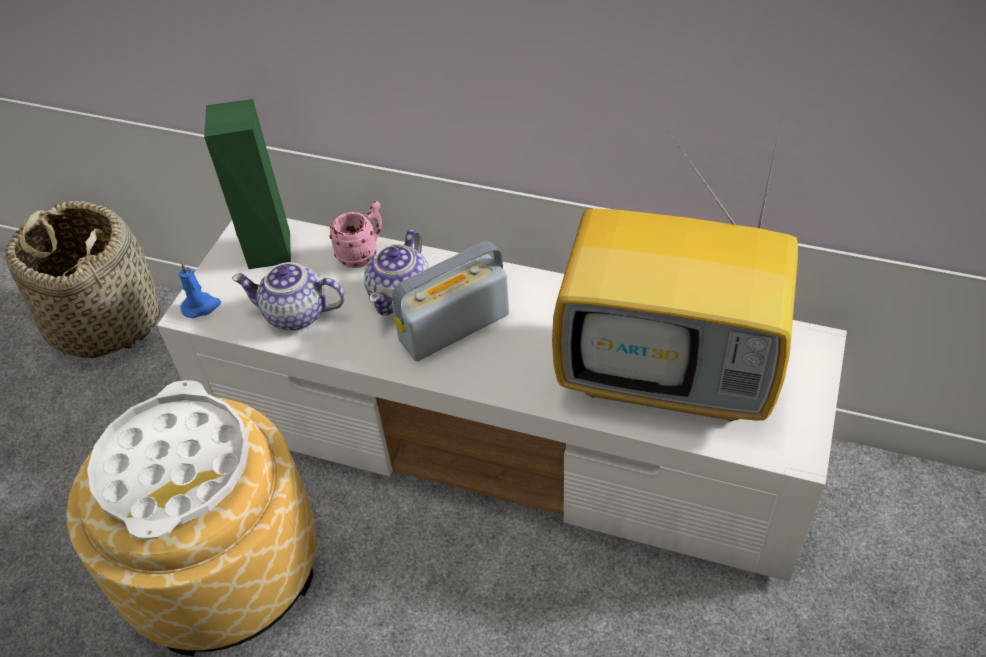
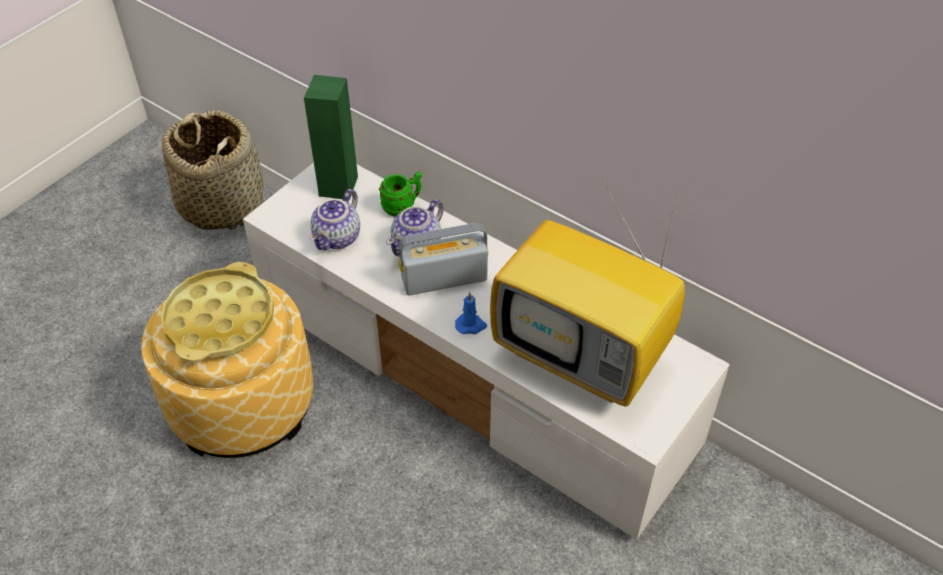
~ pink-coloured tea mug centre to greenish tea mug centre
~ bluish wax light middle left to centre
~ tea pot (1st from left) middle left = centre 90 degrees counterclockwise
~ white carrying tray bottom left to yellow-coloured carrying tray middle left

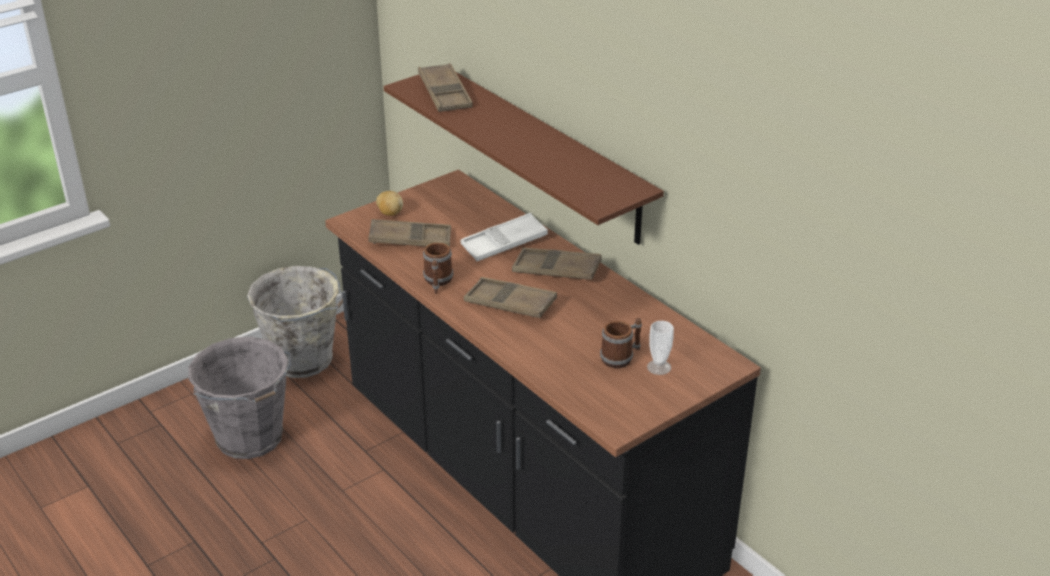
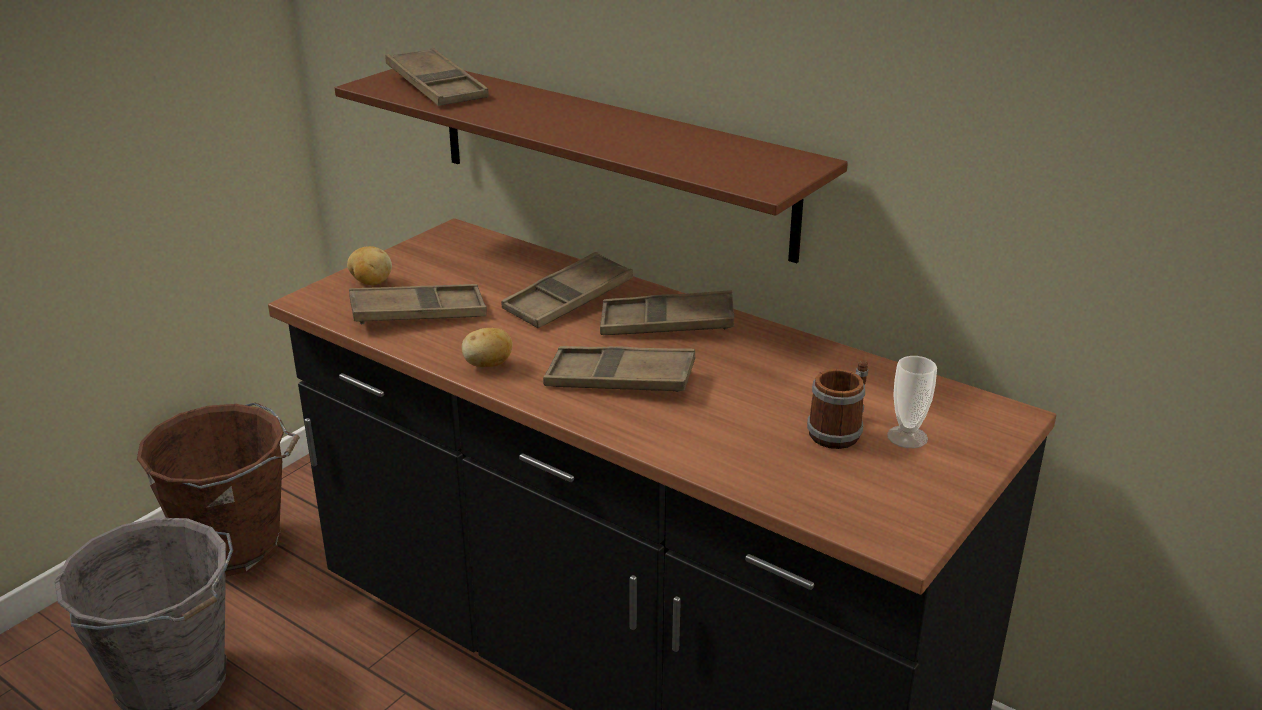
~ white carrying tray centre to brown-coloured carrying tray (3rd from left) centre
~ tea mug (1st from left) centre to whole potato (2nd from left) centre
~ gray water bucket (2nd from left) middle left to brown-coloured water bucket bottom left

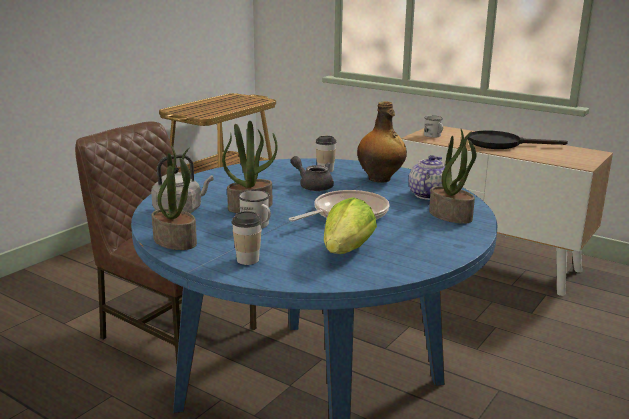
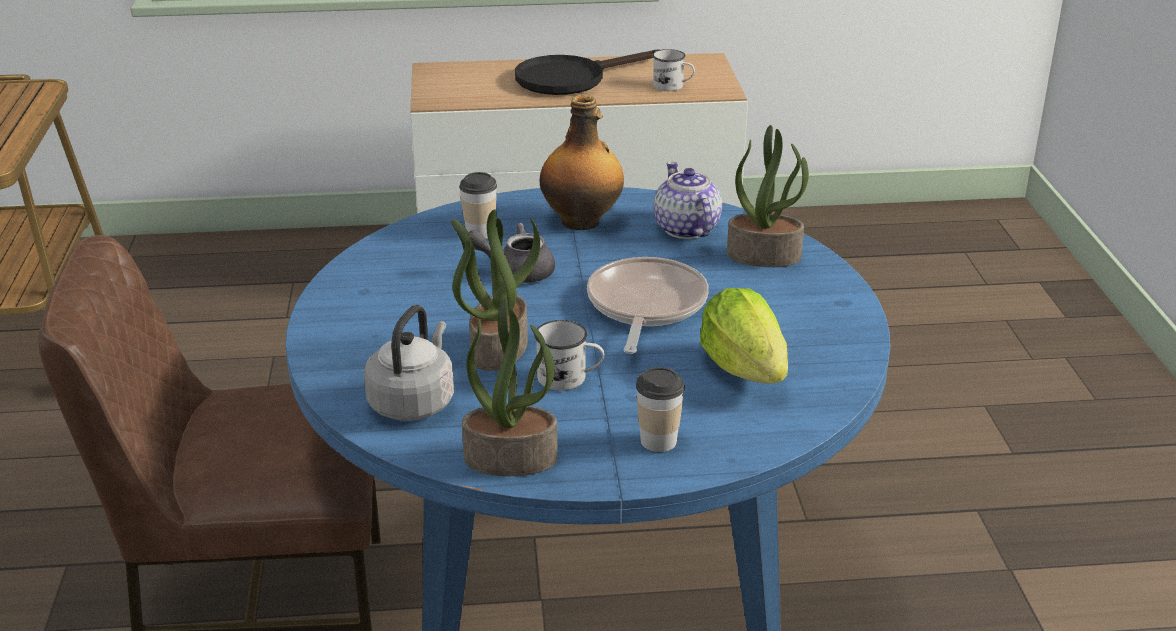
~ white tea mug (2nd from left) top right to top centre

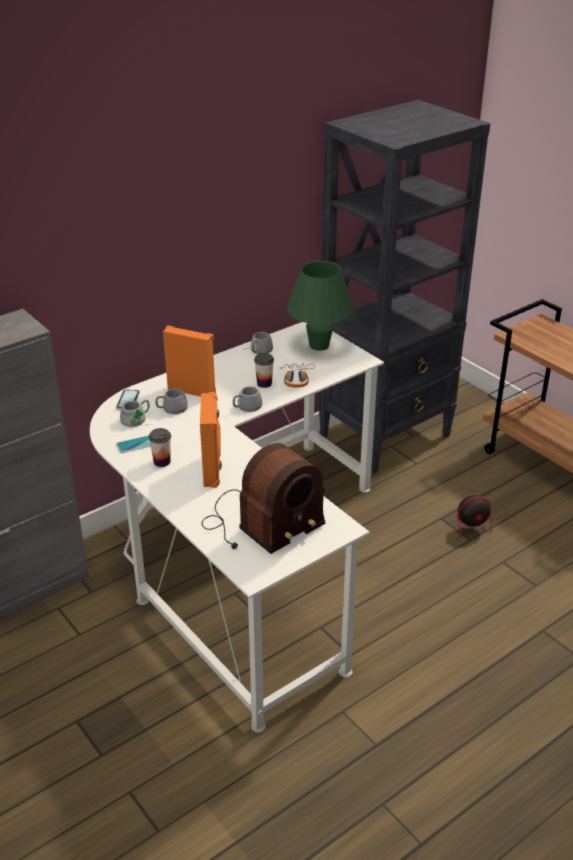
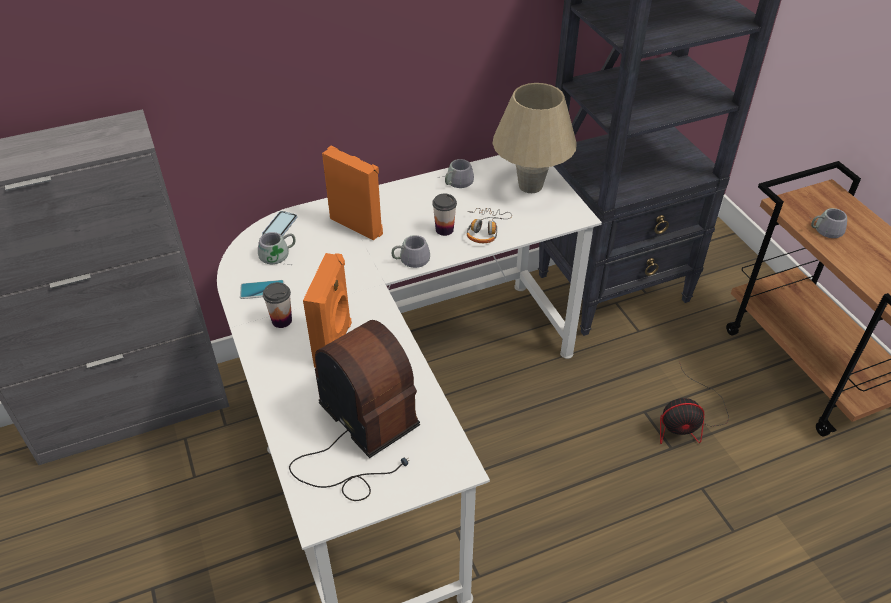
~ greenish table lamp centre to beige table lamp top centre
~ gray tea mug (2nd from left in the first image) middle left to gray tea mug (4th from left) middle right
~ radio set centre = bottom centre 105 degrees counterclockwise

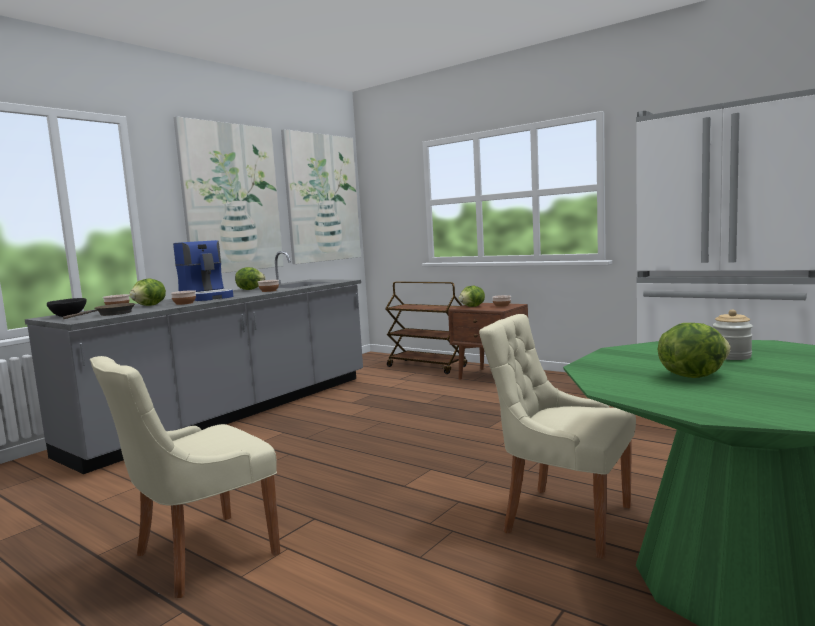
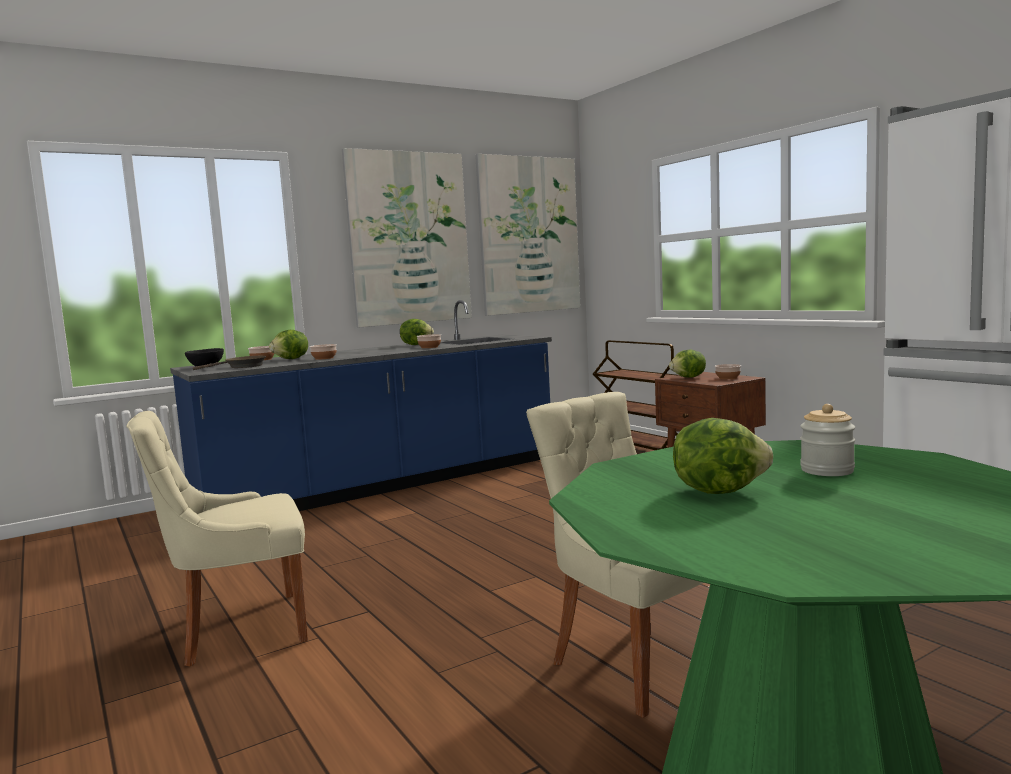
- coffee maker middle left
~ gray kitchen base unit middle left to bluish kitchen base unit centre

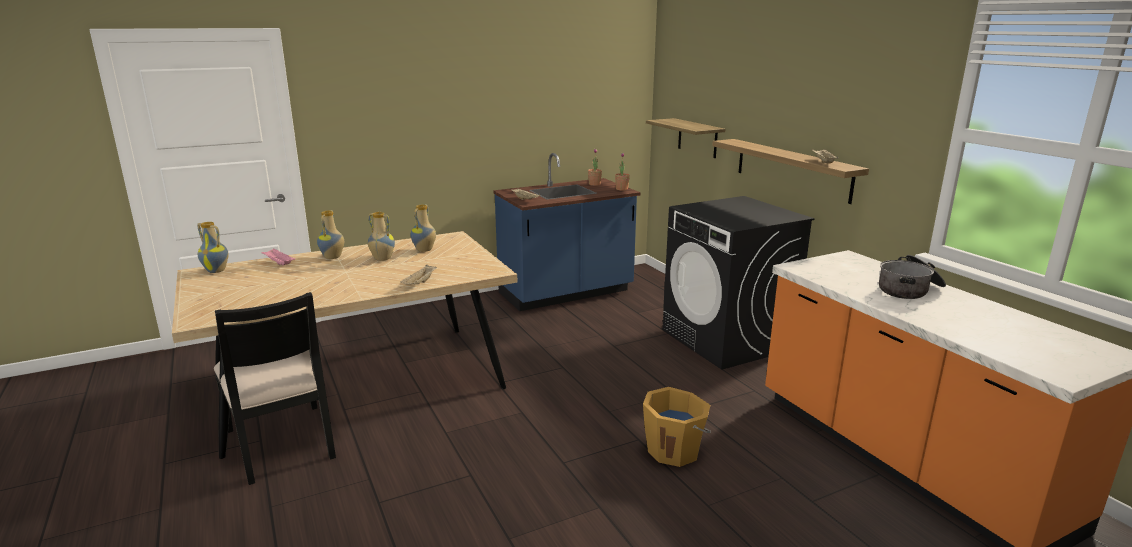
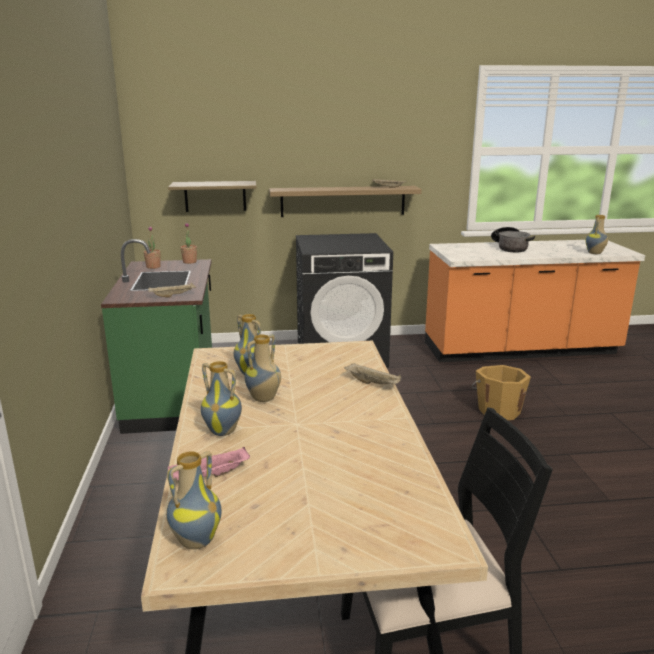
~ bluish kitchen base unit centre to greenish kitchen base unit middle left
+ vase (5th from left) middle right

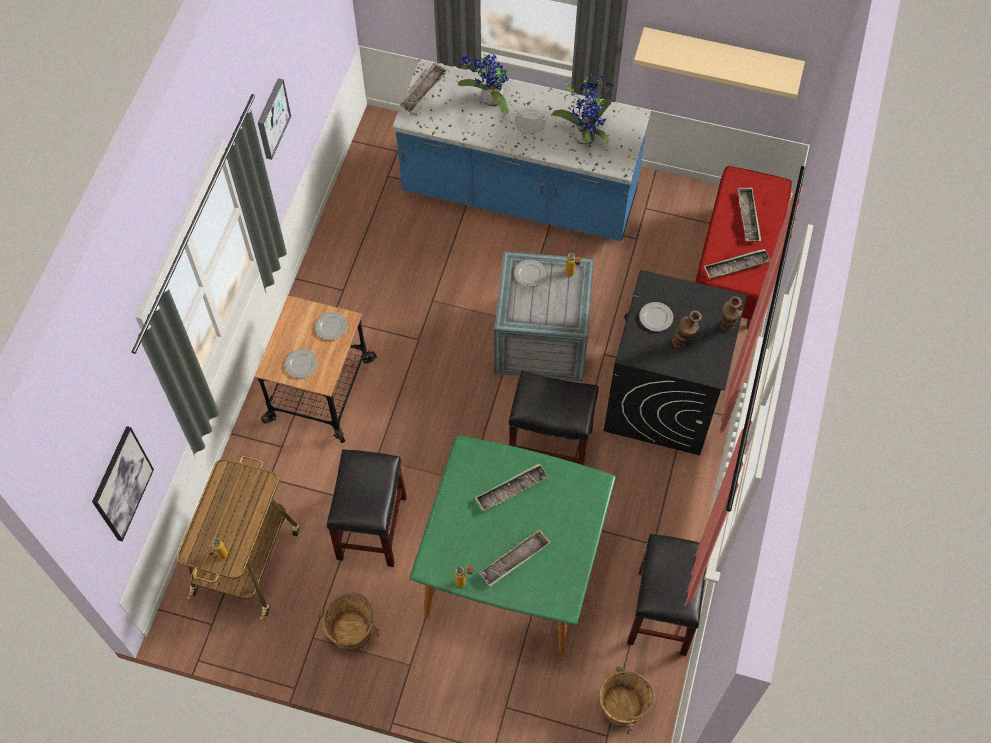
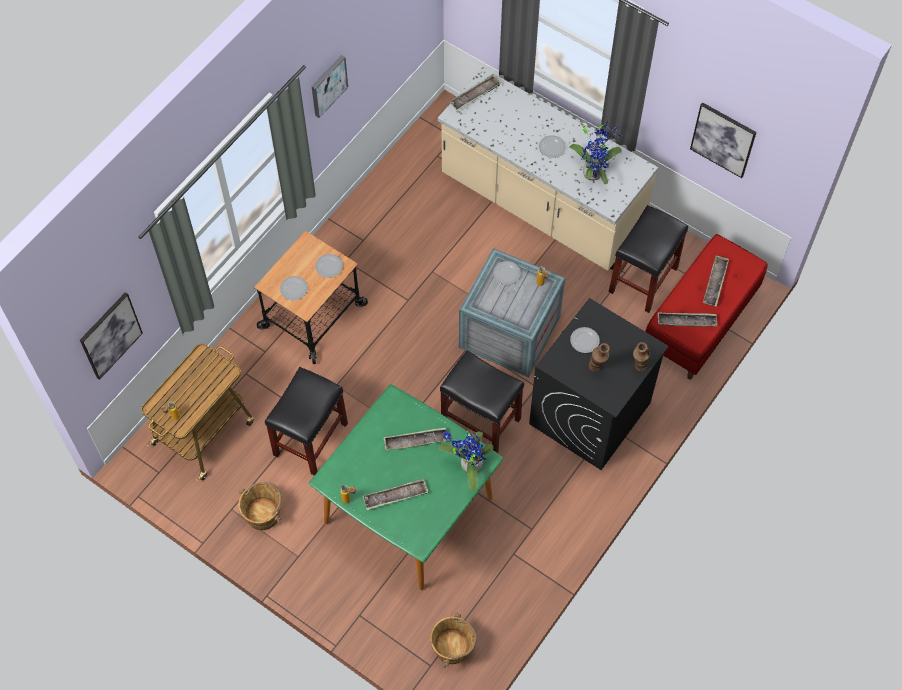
~ beige wall shelf top right to picture (3rd from left) top right
~ plant in a pot (1st from left) top centre to bottom centre
~ bluish kitchen base unit top centre to beige kitchen base unit top centre
~ black-coloured sitting stool (3rd from left) bottom right to middle right

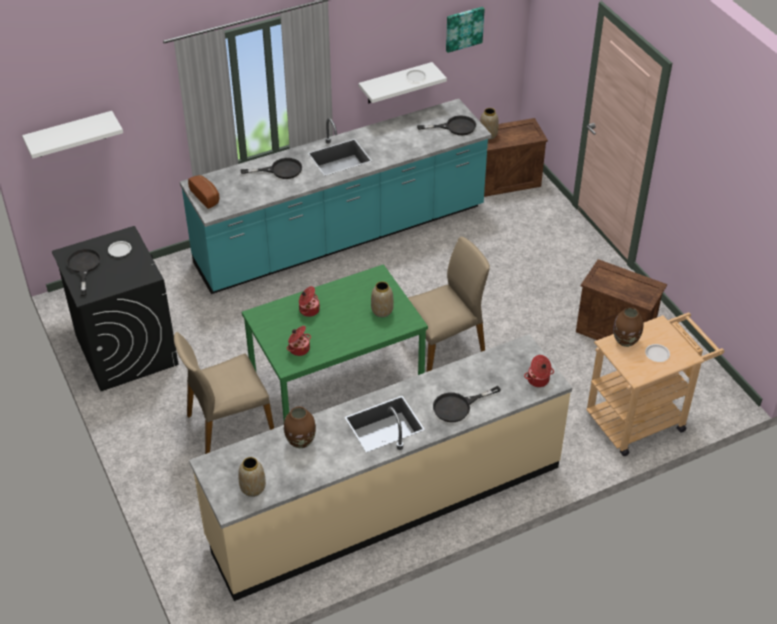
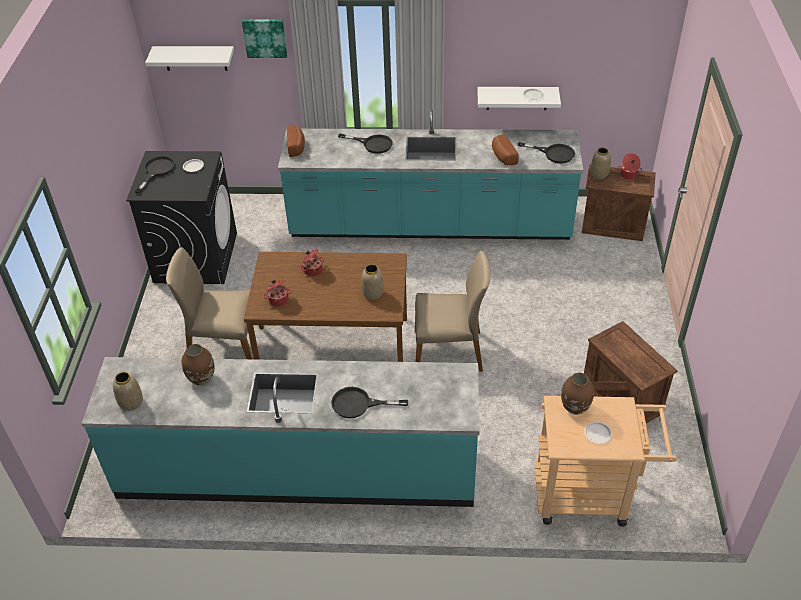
~ picture top centre to top left
~ greenish kitchen table centre to brown-coloured kitchen table centre
~ beige kitchen base unit bottom centre to turquoise-coloured kitchen base unit (1st from left) bottom centre
~ cooking pot (3rd from left) middle right to top right
+ bread (2nd from left) top centre

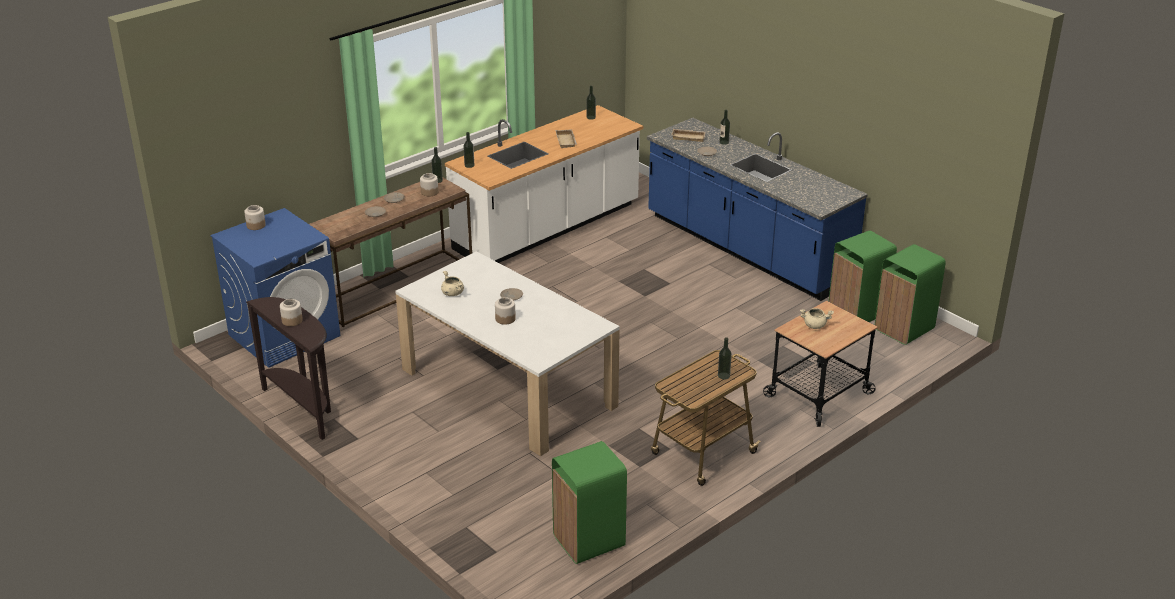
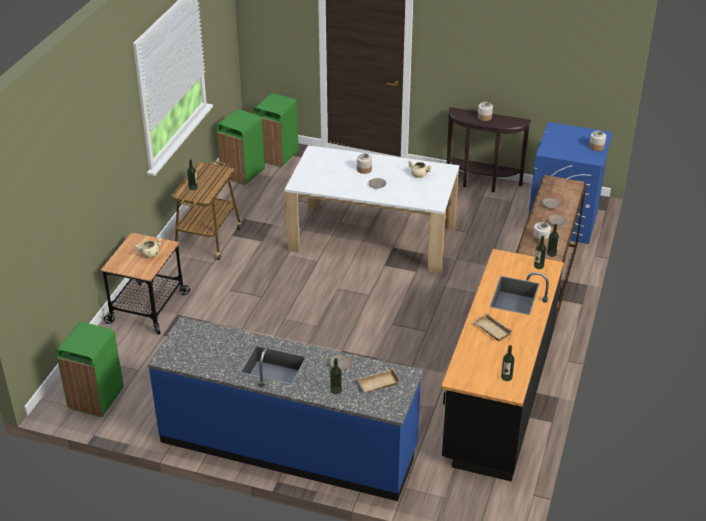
~ white kitchen base unit top centre to black-coloured kitchen base unit bottom right
~ greenish waste bin (2nd from left in the first image) middle right to greenish waste bin (3rd from left) top centre

